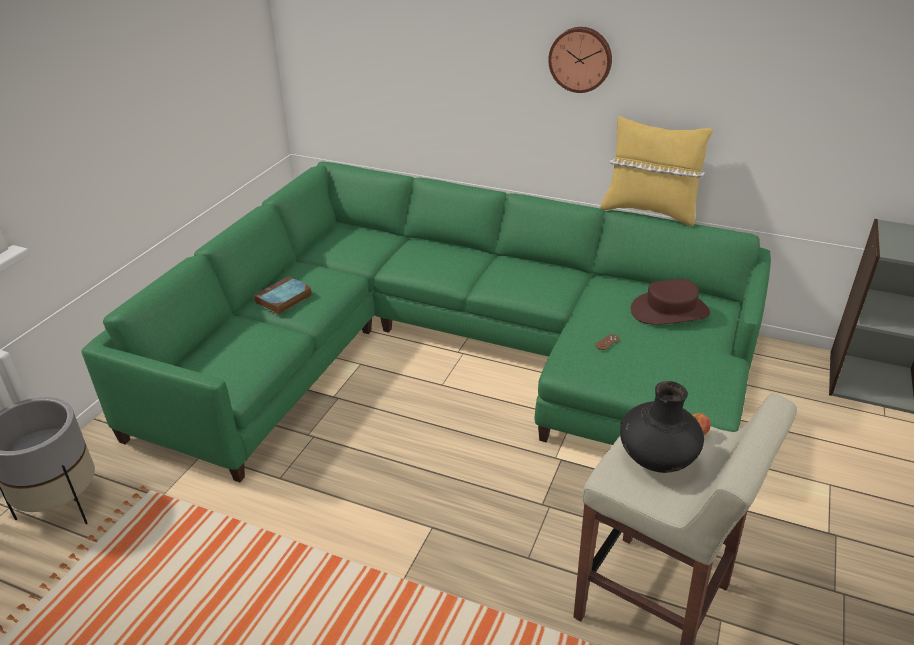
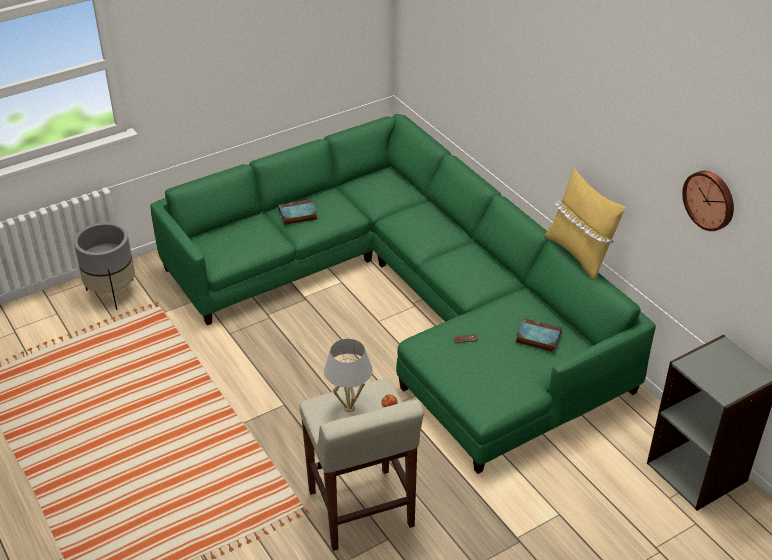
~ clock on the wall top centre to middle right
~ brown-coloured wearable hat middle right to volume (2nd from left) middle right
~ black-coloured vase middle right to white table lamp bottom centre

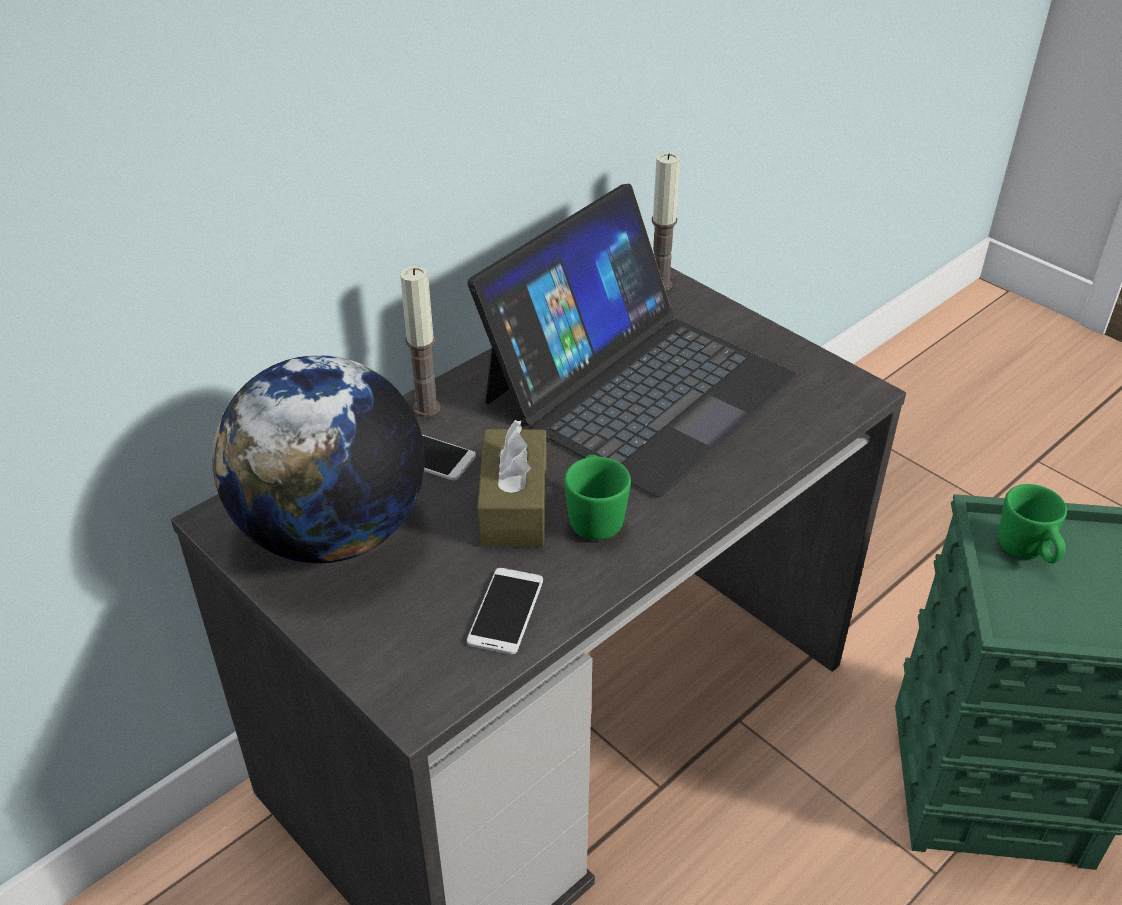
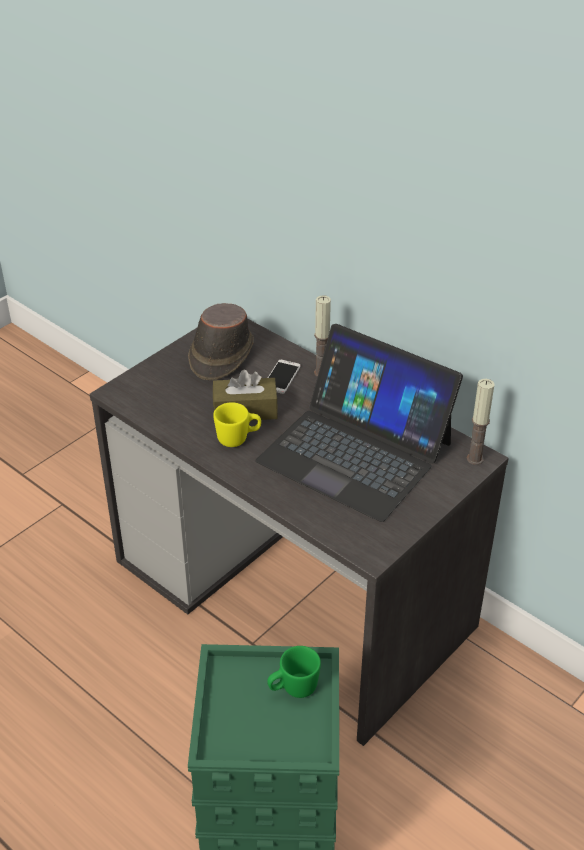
~ globe middle left to brown-coloured wearable hat centre
~ greenish tea mug (1st from left) centre to yellow-coloured tea mug centre
- phone (2nd from left) bottom centre

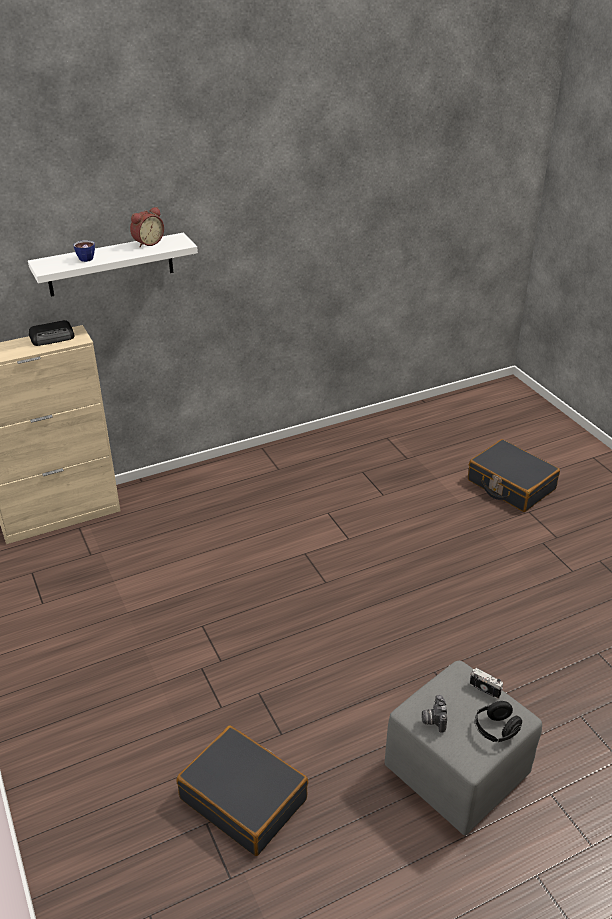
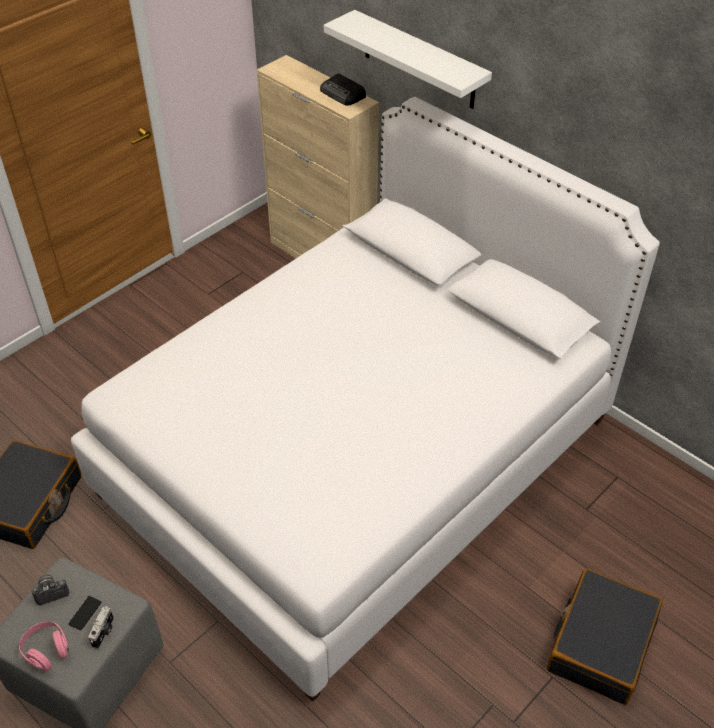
- bedside clock top left
- drinking cup top left
~ black-coloured pair of headphones bottom right to pink-coloured pair of headphones bottom left
+ white bed centre
+ phone bottom left

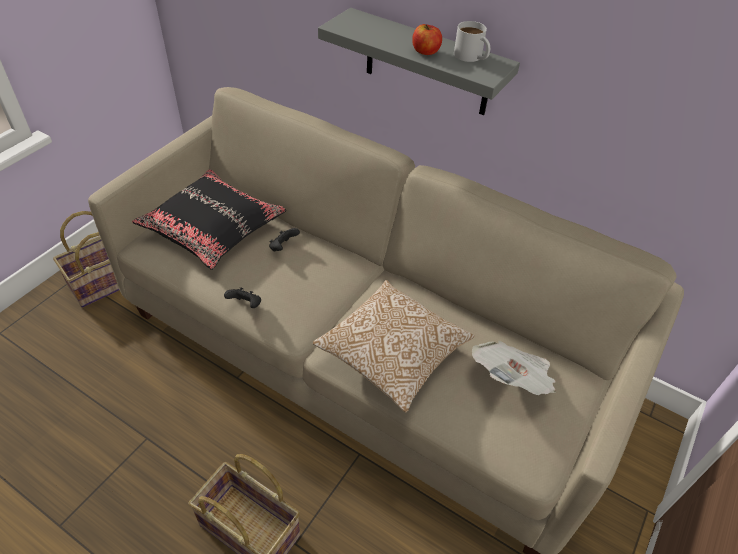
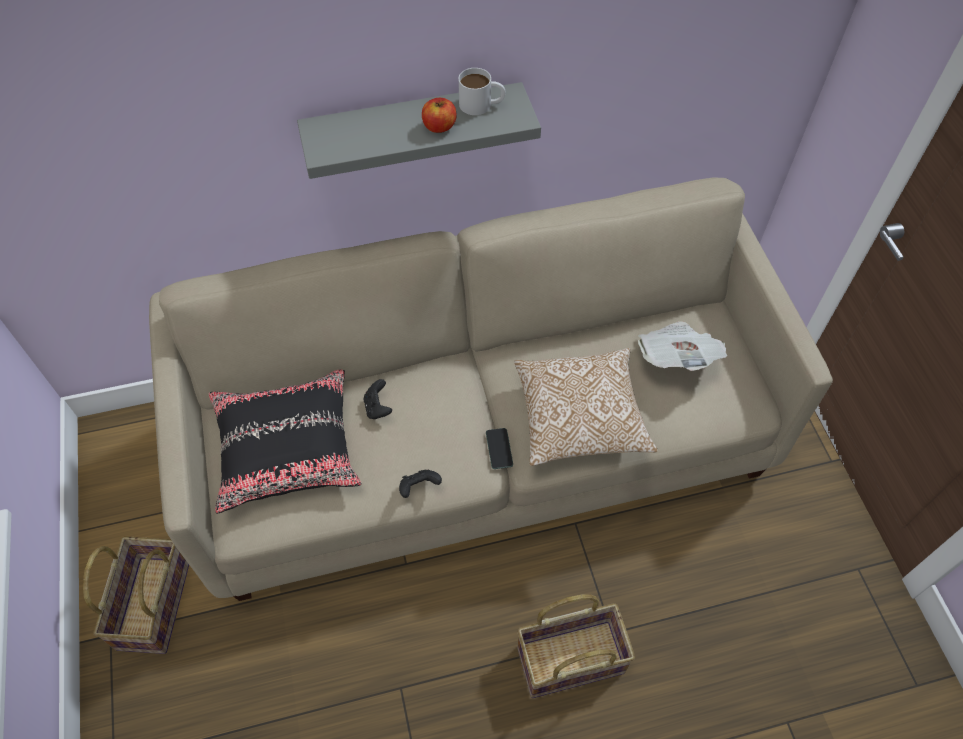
+ phone centre

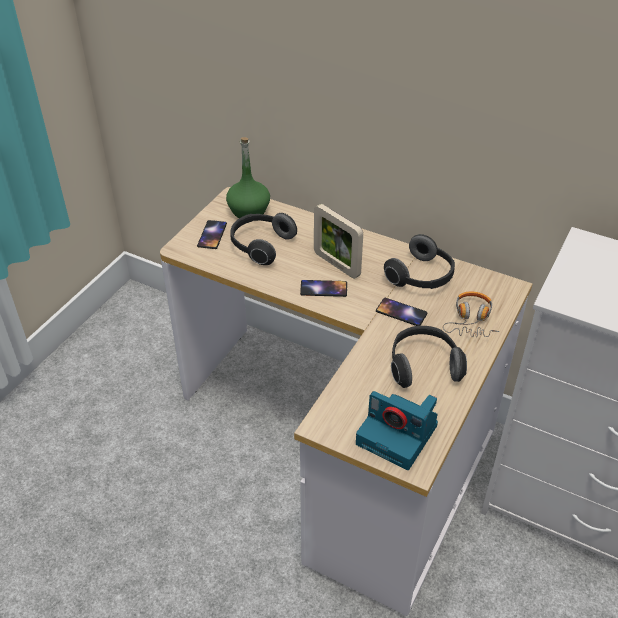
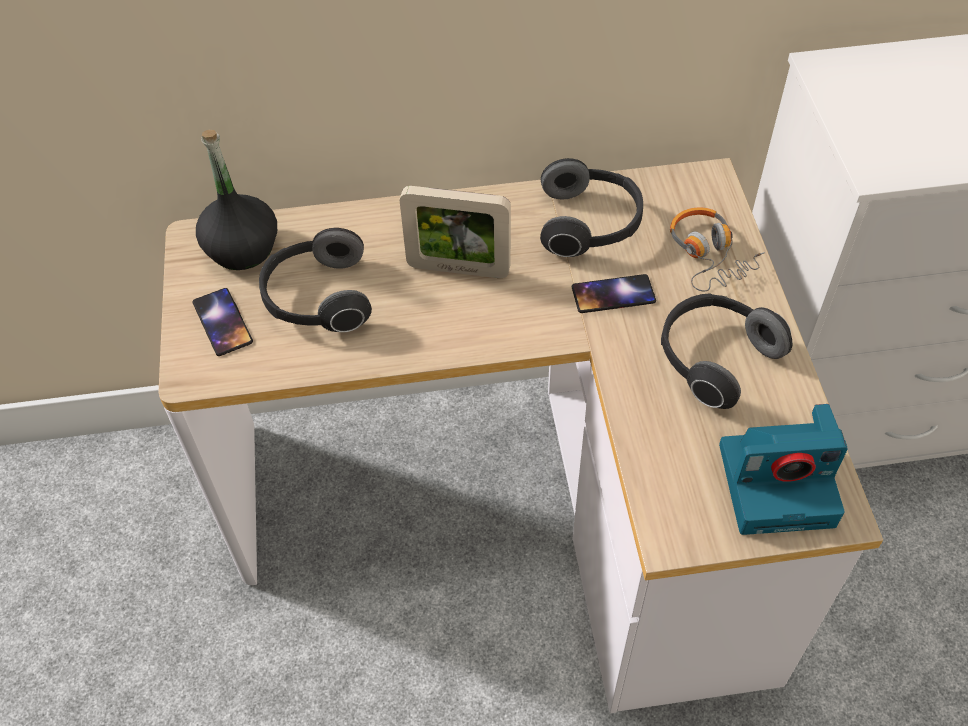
~ greenish drink bottle top centre to black-coloured drink bottle top left
- phone (2nd from left) centre

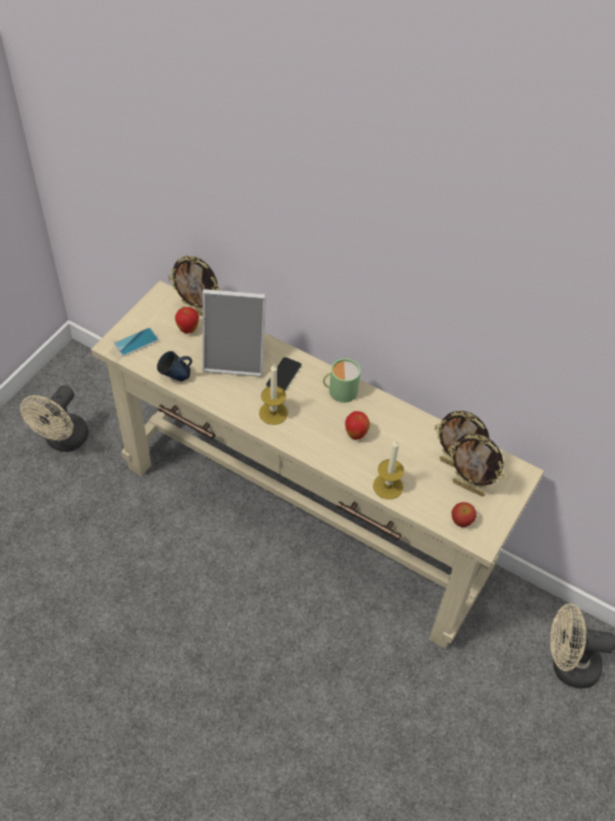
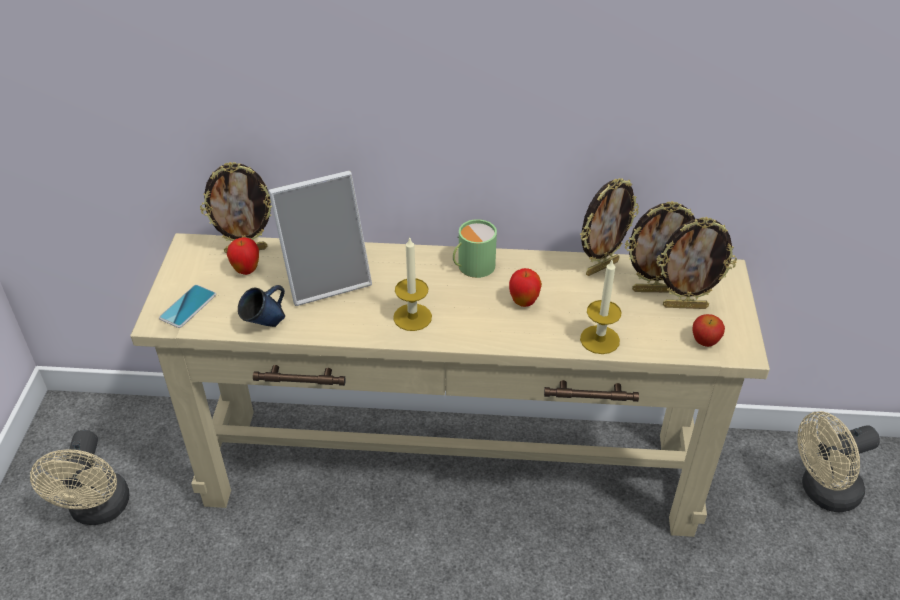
- phone (2nd from left) centre
+ standing frame (3rd from left) middle right

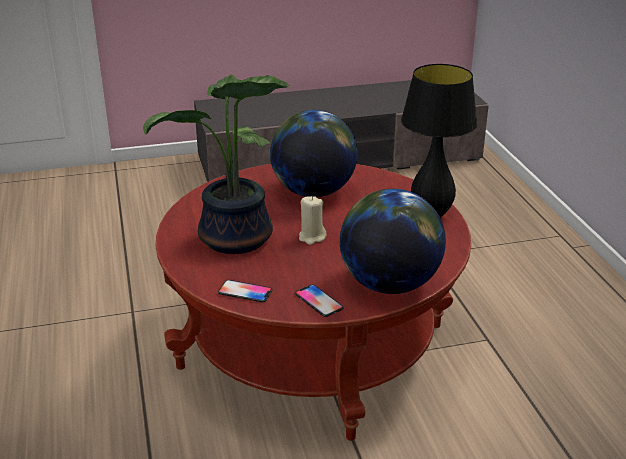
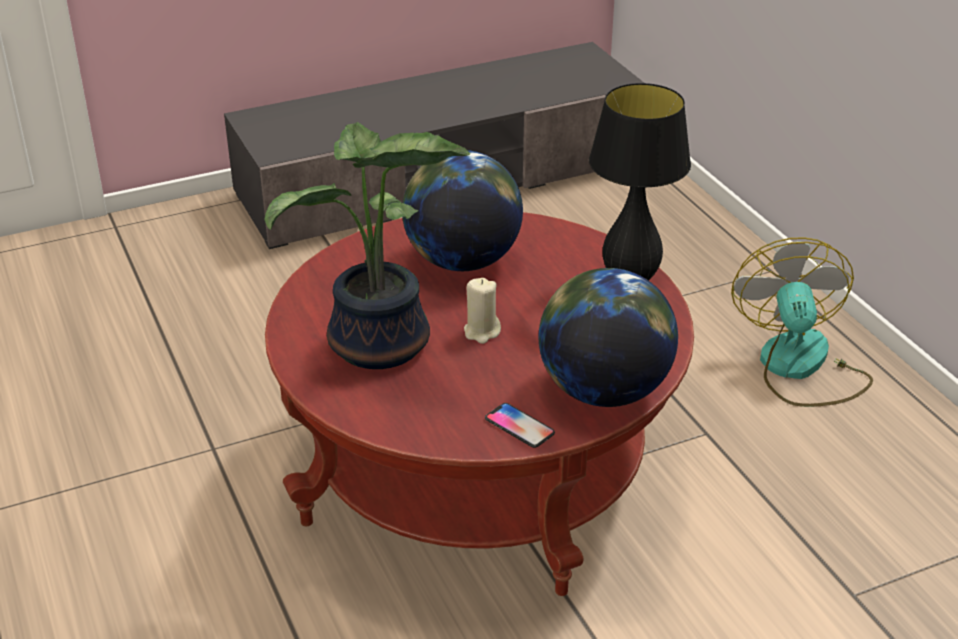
- phone (1st from left) centre
+ cooling fan middle right

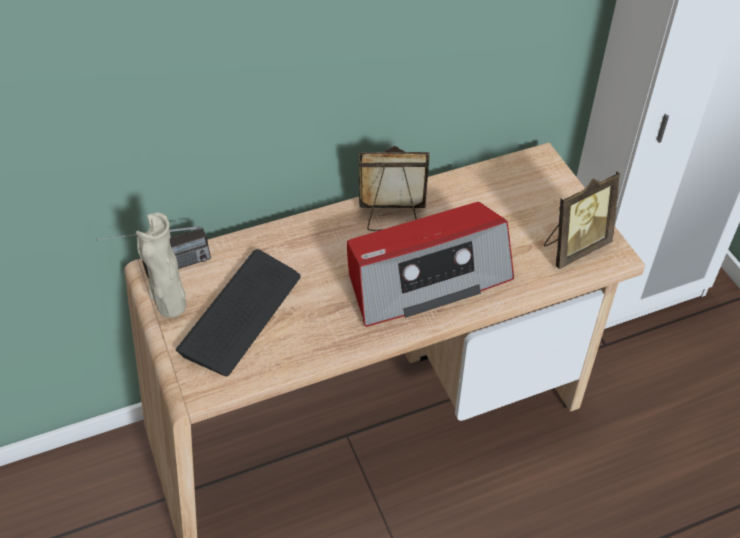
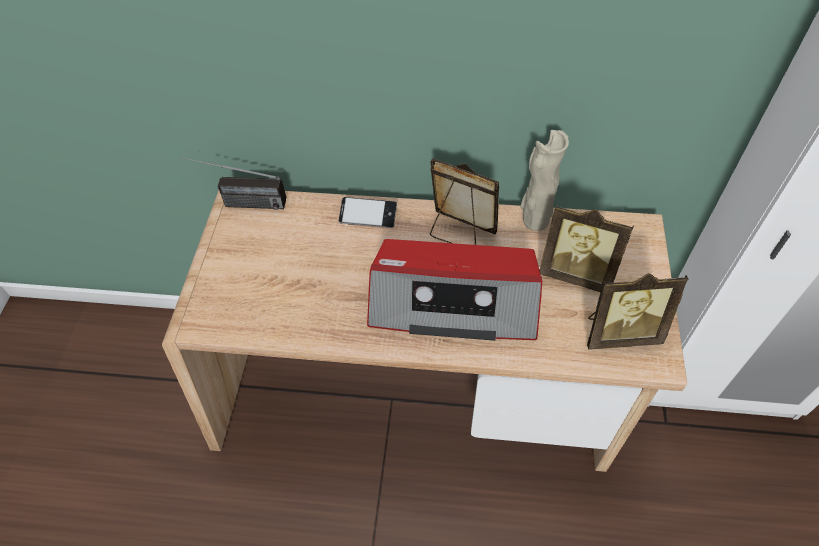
~ beige vase middle left to top centre
- keyboard middle left
+ phone centre
+ standing frame (2nd from left) middle right

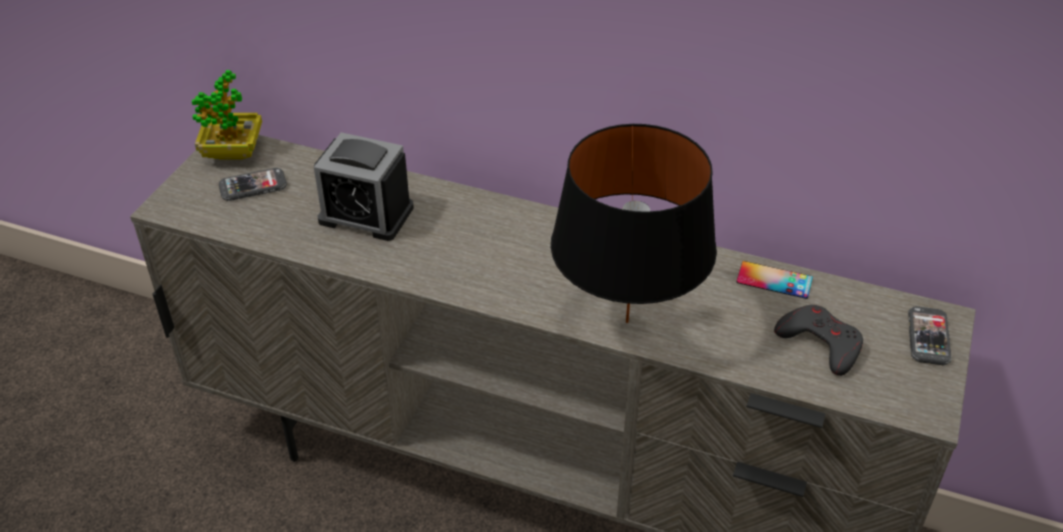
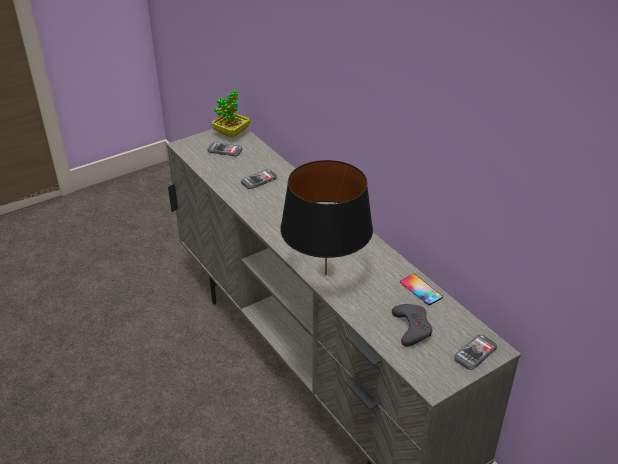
~ bedside clock centre to phone (2nd from left) centre

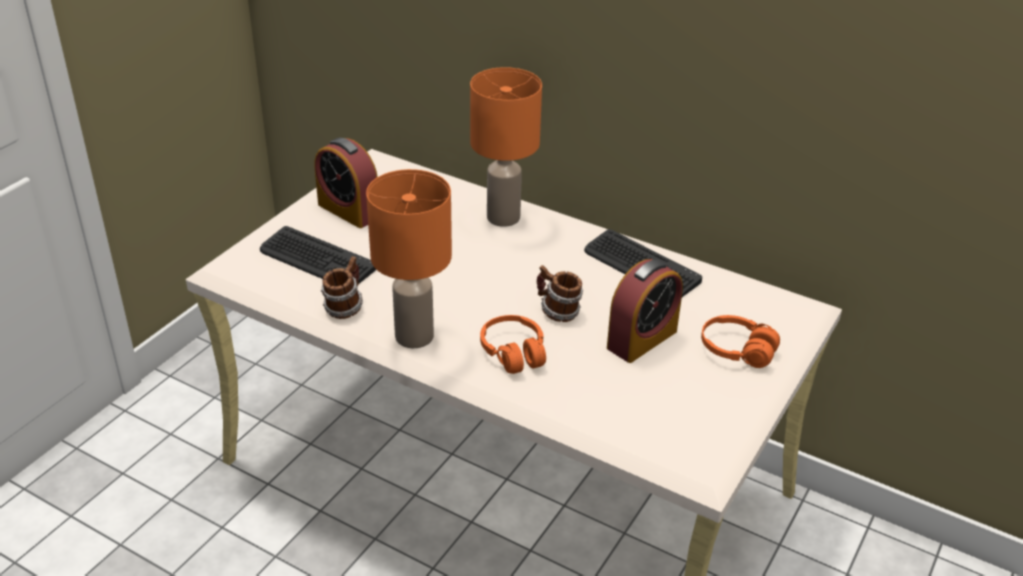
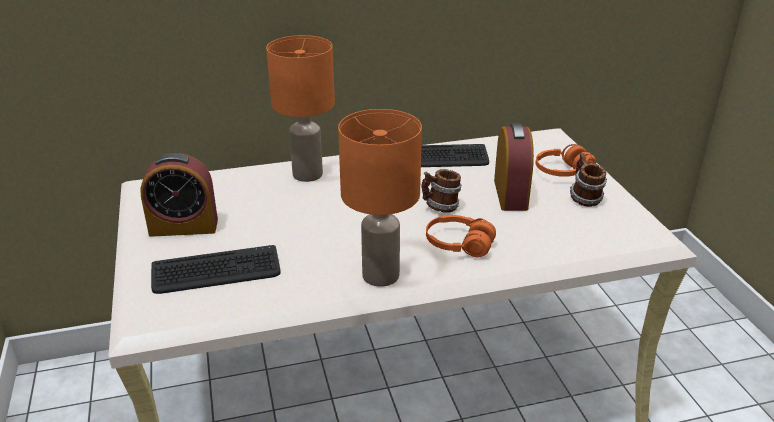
~ tea mug (1st from left in the first image) centre to tea mug (2nd from left) middle right

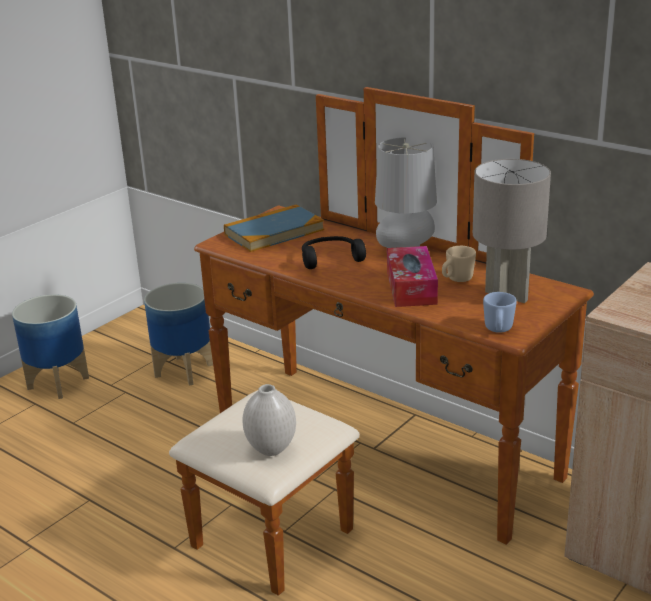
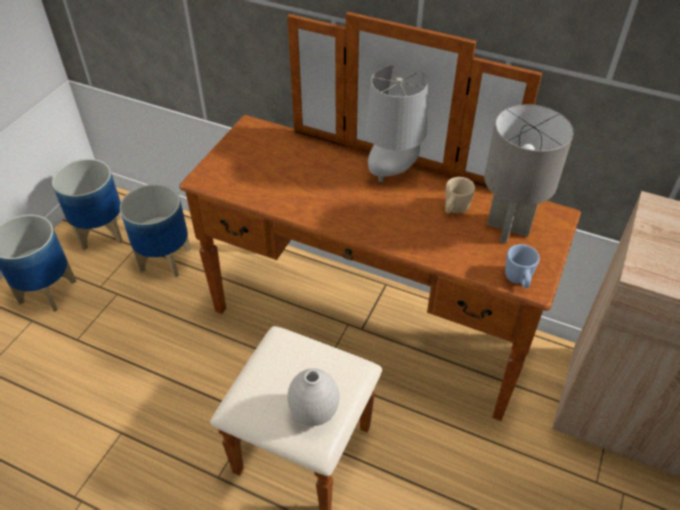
- volume centre
- black-coloured pair of headphones centre
- tissue box centre
+ planter (2nd from left) middle left

